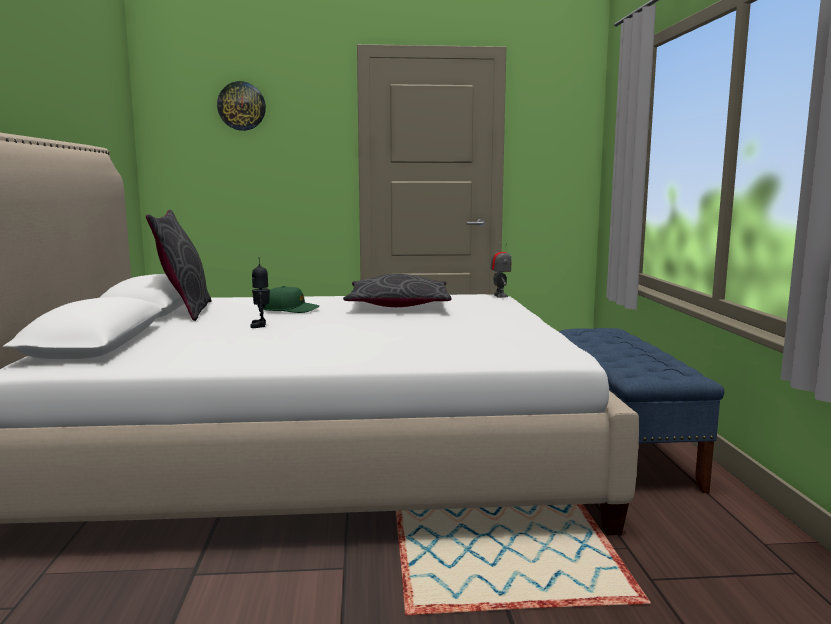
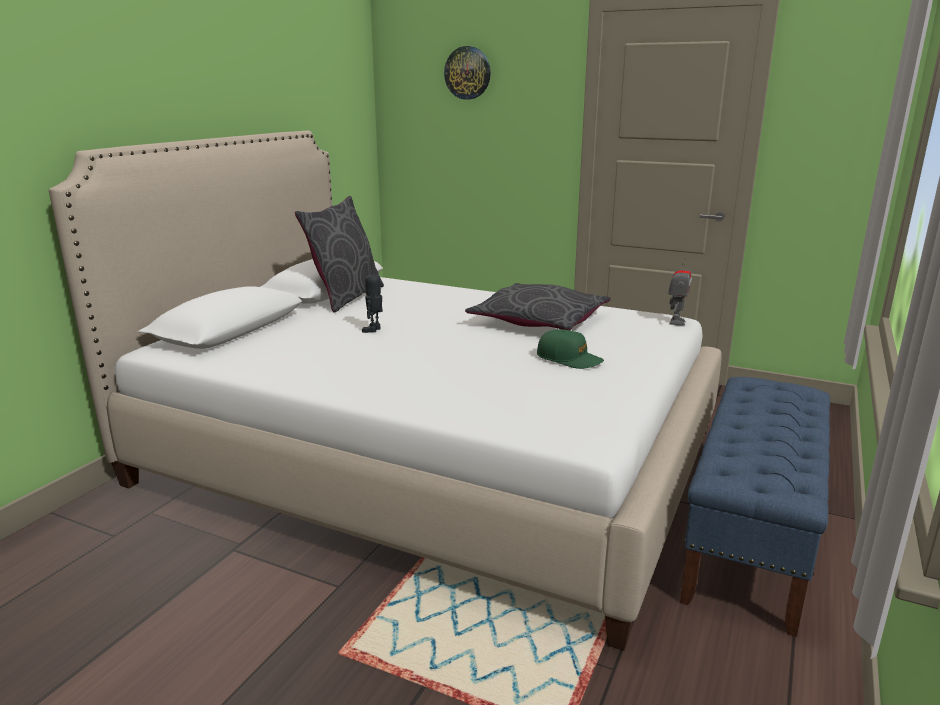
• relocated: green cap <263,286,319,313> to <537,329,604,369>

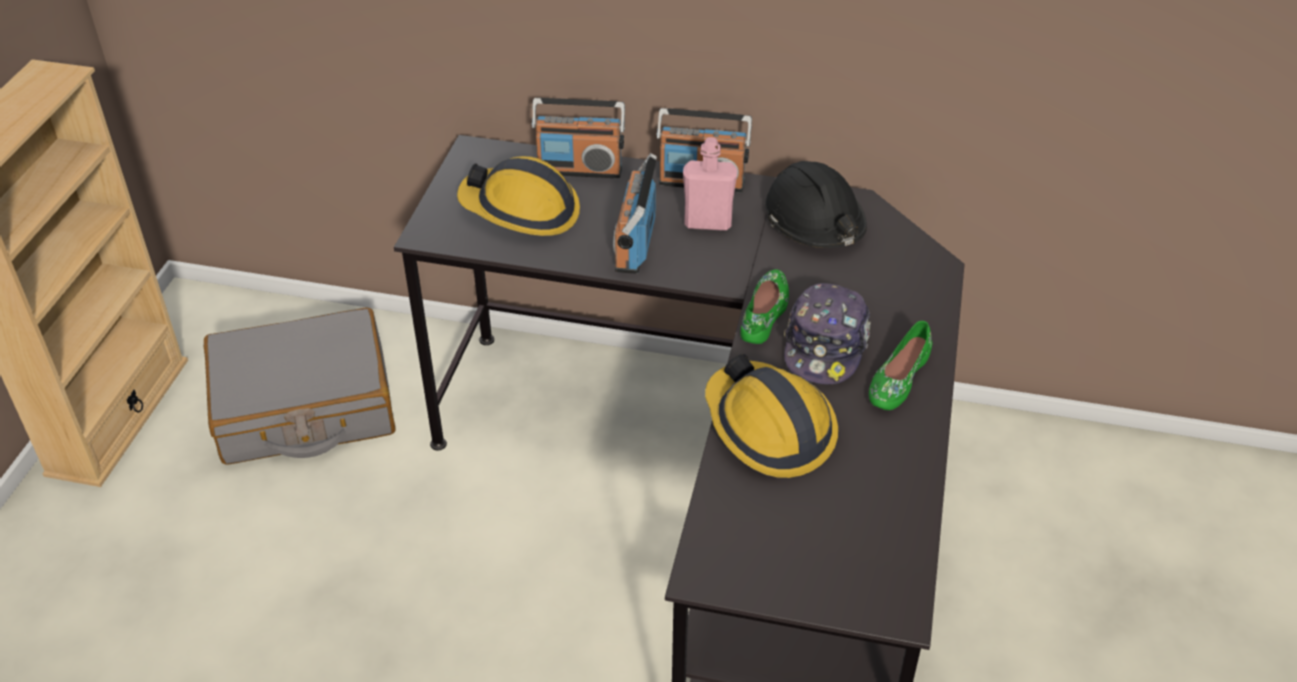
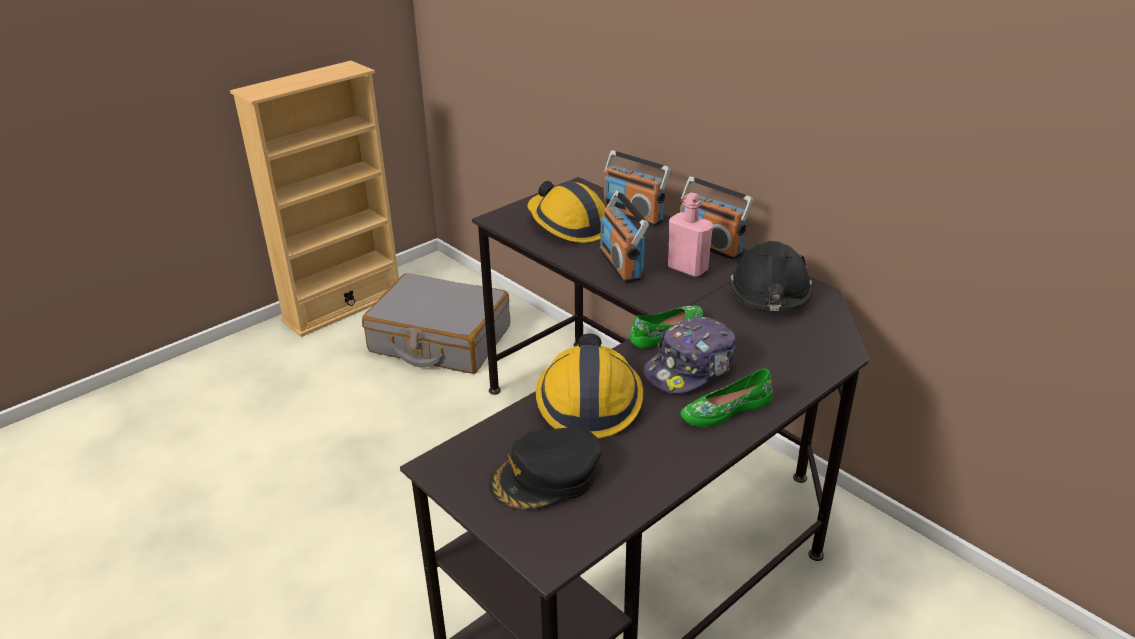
• appeared: black cap <489,427,602,511>
• spun: radio <613,153,657,274> = <600,190,649,283> 60 degrees counterclockwise

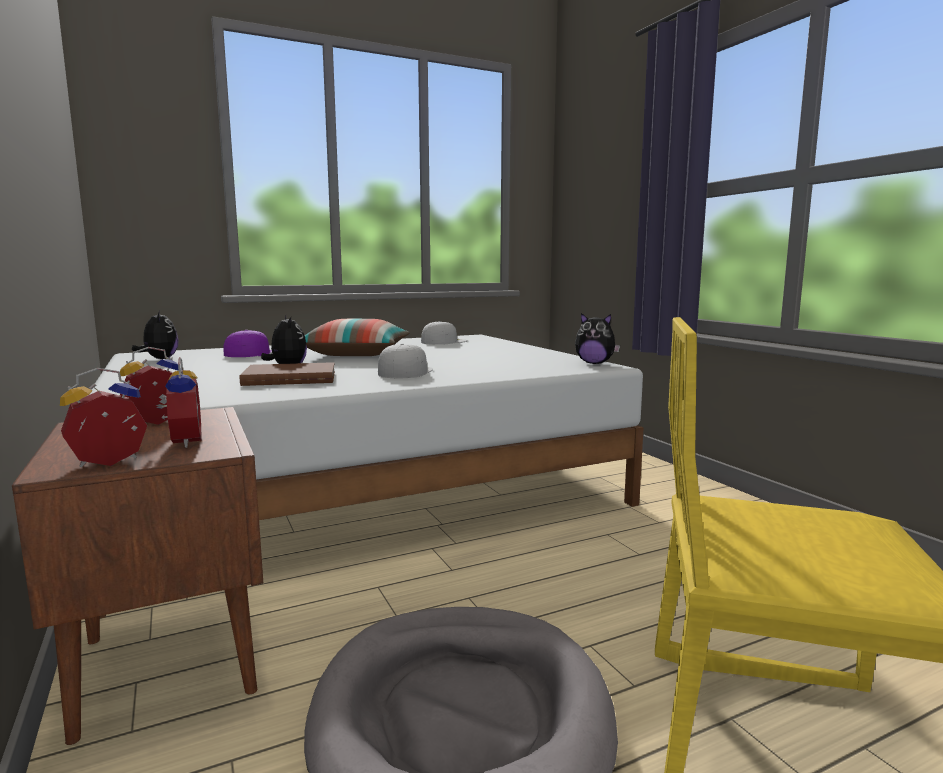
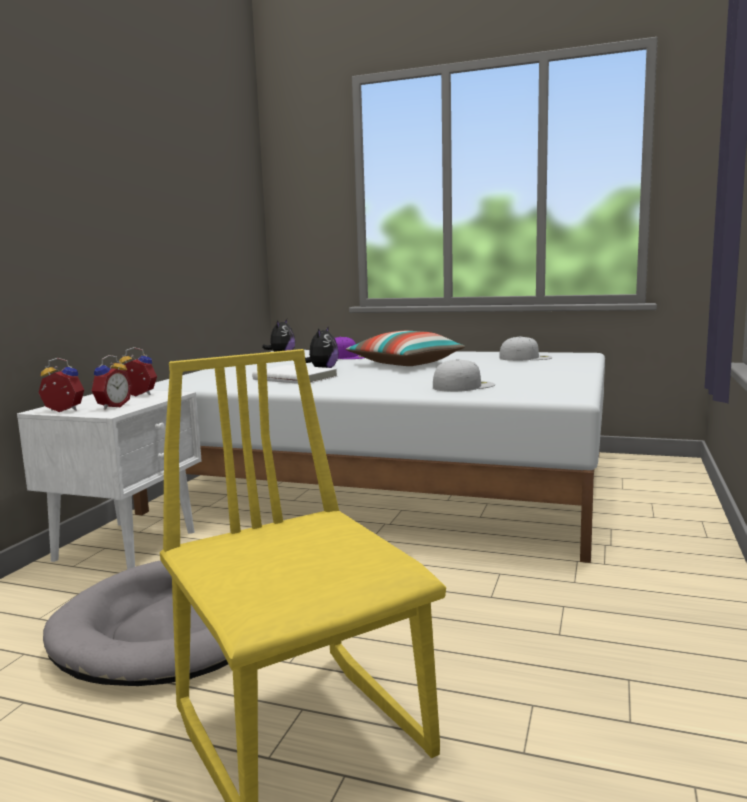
• colour: brown nightstand <12,407,263,745> to white nightstand <17,390,202,569>
• colour: brown book <240,362,335,386> to white book <252,365,337,384>
• relocated: white cap <378,344,433,378> to <433,359,495,392>
• missing: plush toy <575,313,620,364>

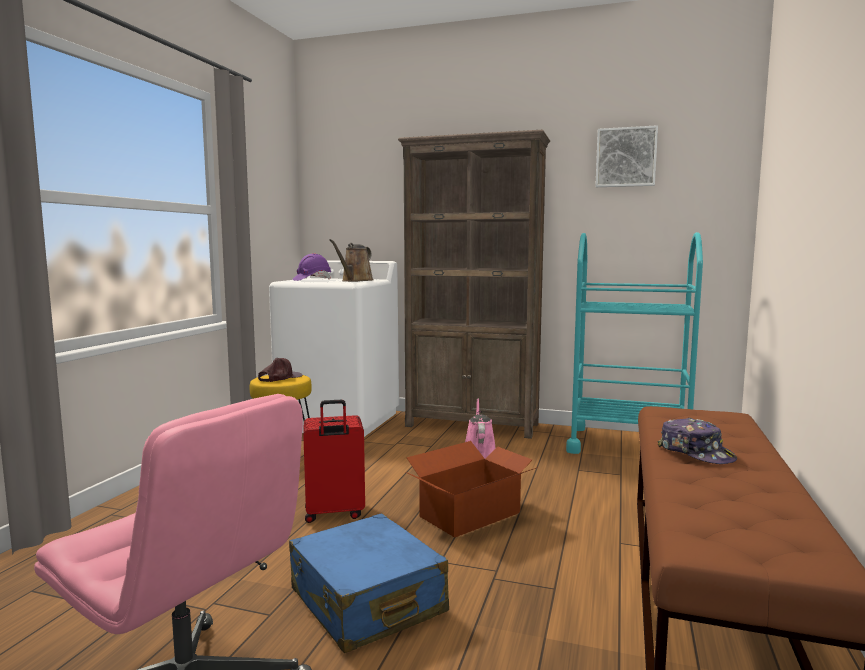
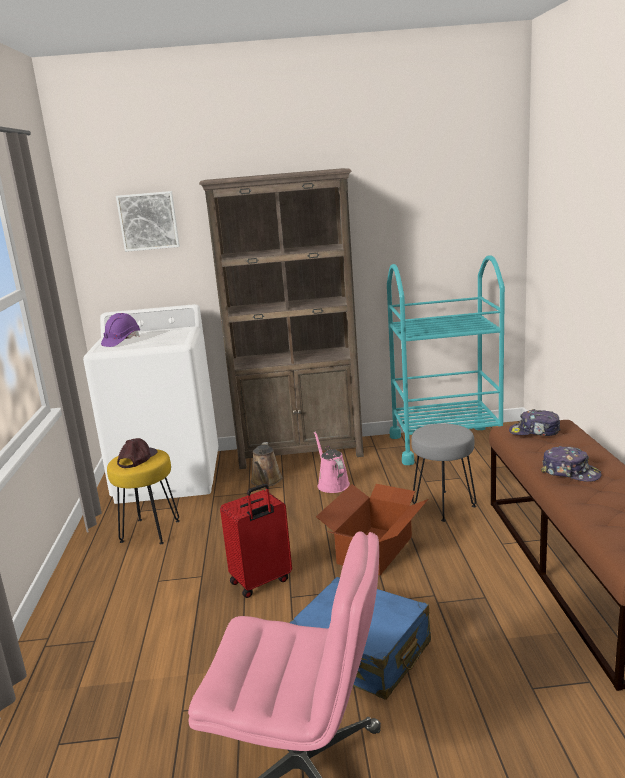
• relocated: picture <595,125,658,187> to <116,191,180,252>
• relocated: brown watering can <329,239,373,282> to <251,442,283,486>
• appeared: grey stool <411,423,476,522>
• appeared: cap <509,409,561,436>

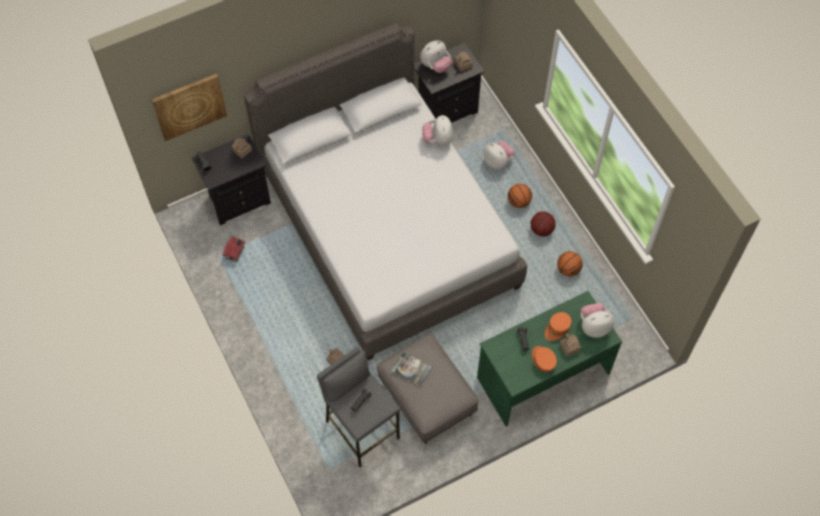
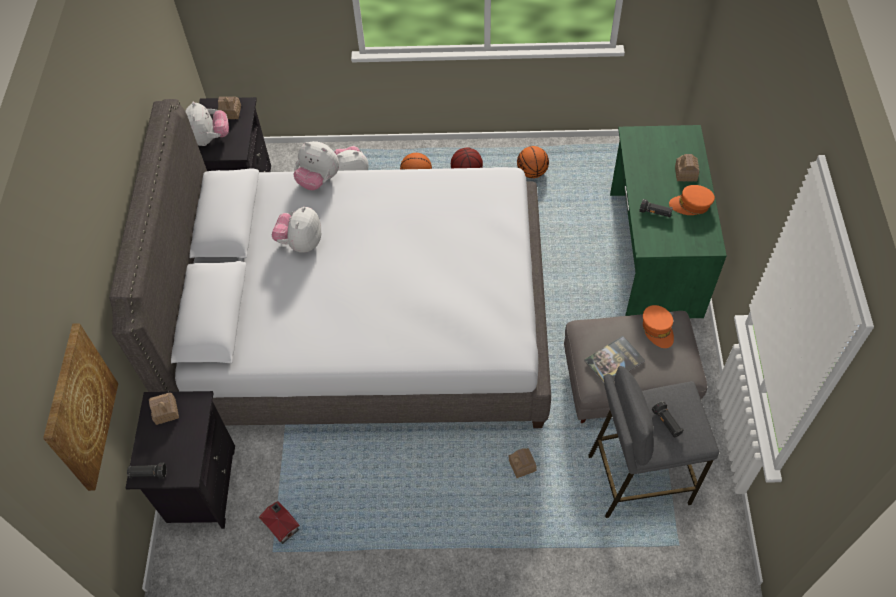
• relocated: plush toy <581,303,614,338> to <272,207,321,253>
• relocated: orange cap <545,312,572,341> to <643,305,674,348>

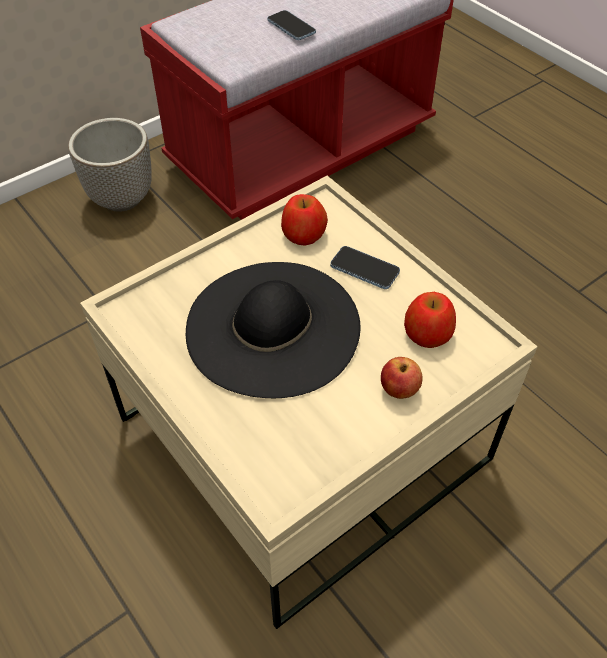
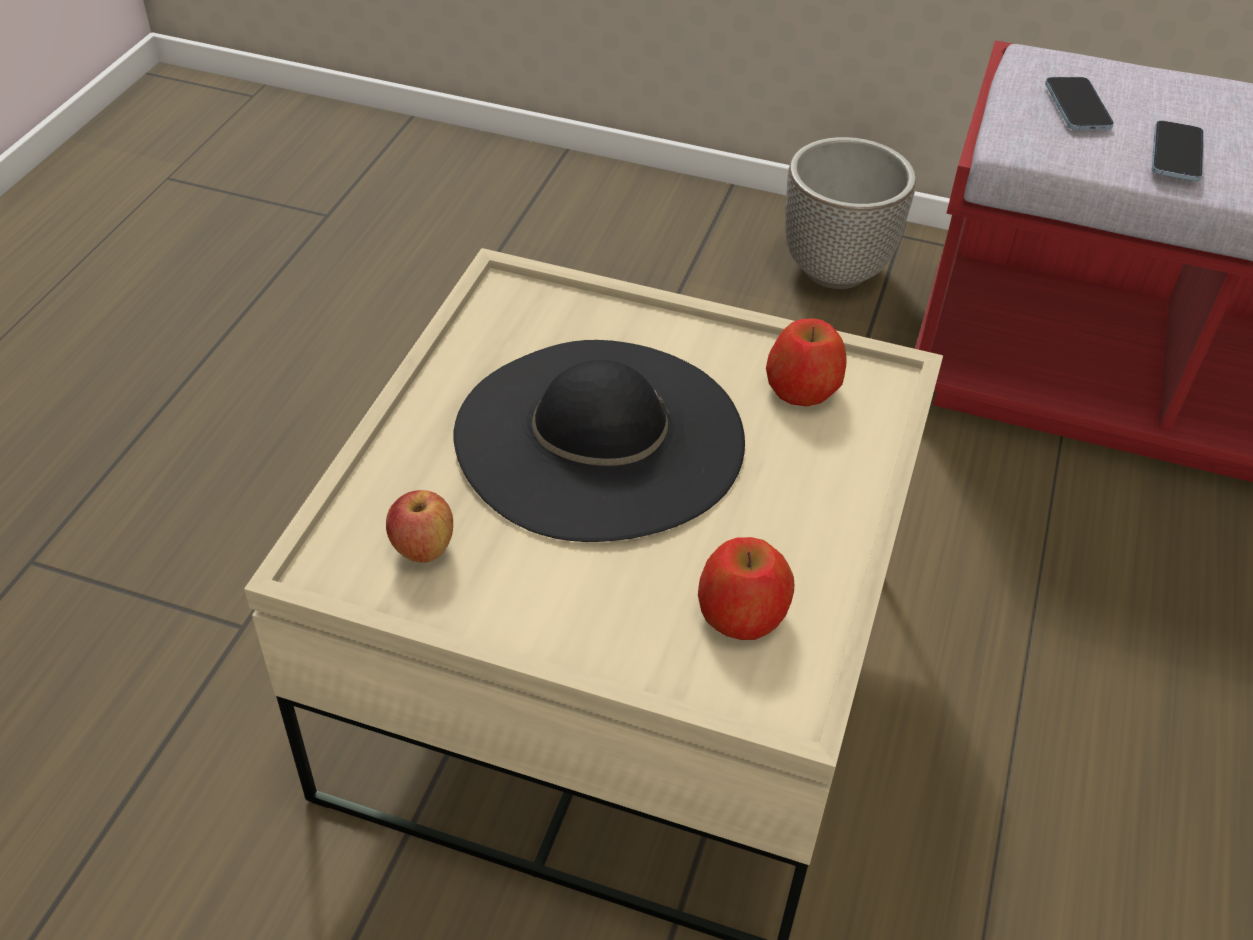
• relocated: apple <381,357,423,399> to <386,490,453,563>
• relocated: phone <330,246,400,289> to <1045,77,1114,130>

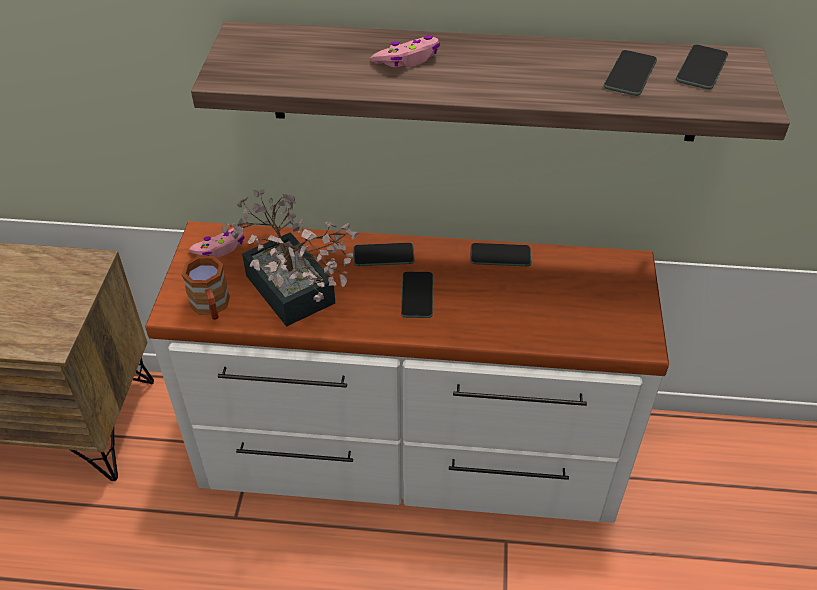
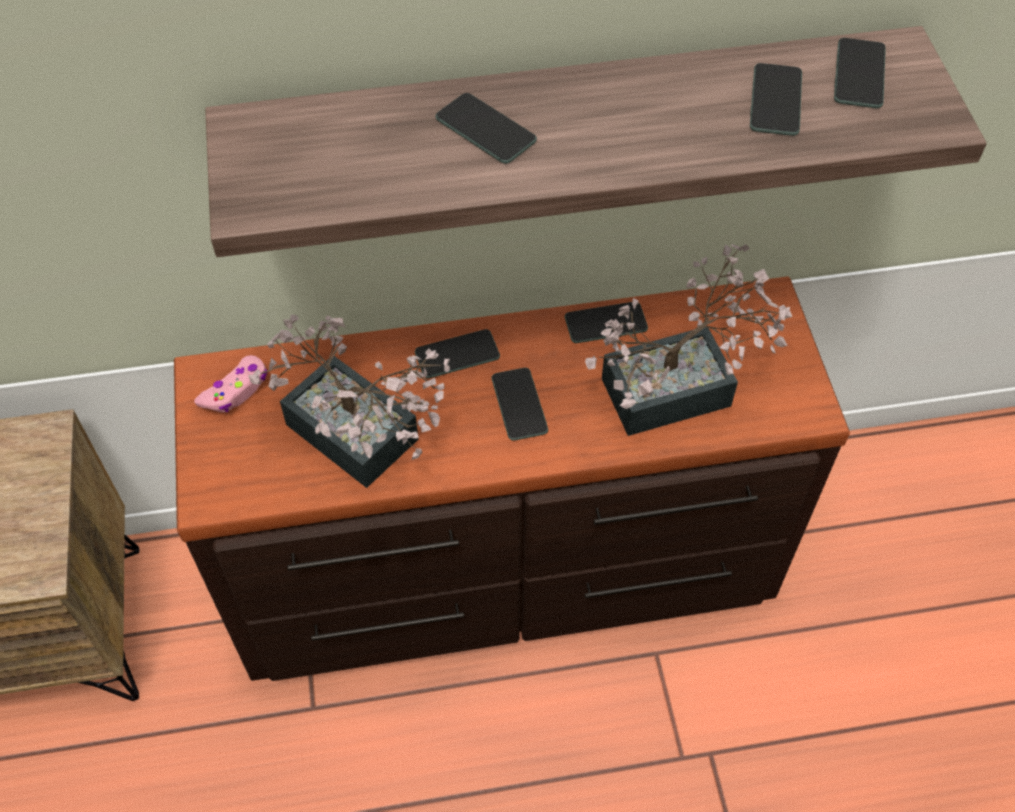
• colour: white dresser <145,221,669,523> to brown dresser <174,276,850,681>
• exchanged: pink game controller <370,35,440,67> to phone <435,93,537,164>
• appeared: potted plant <585,244,793,436>
• missing: brown mug <181,256,230,320>

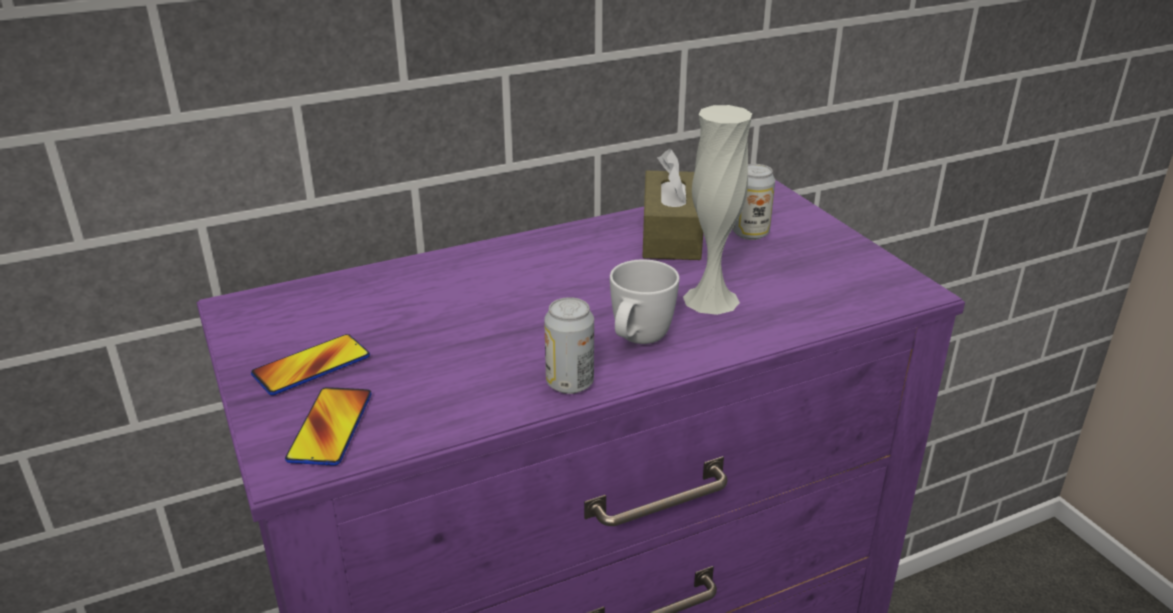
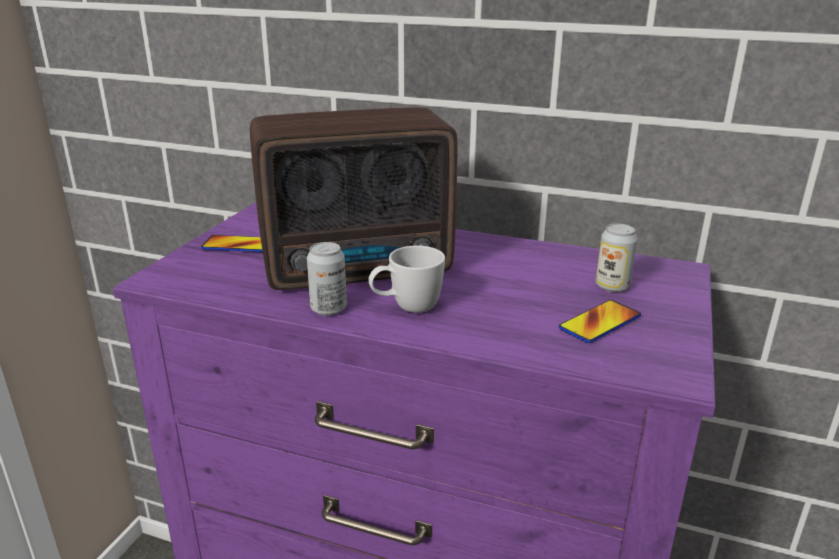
• appeared: radio <250,107,458,290>
• relocated: phone <285,387,372,466> to <559,300,641,343>
• missing: brown tissue box <642,149,703,260>
• missing: white vase <683,105,752,315>

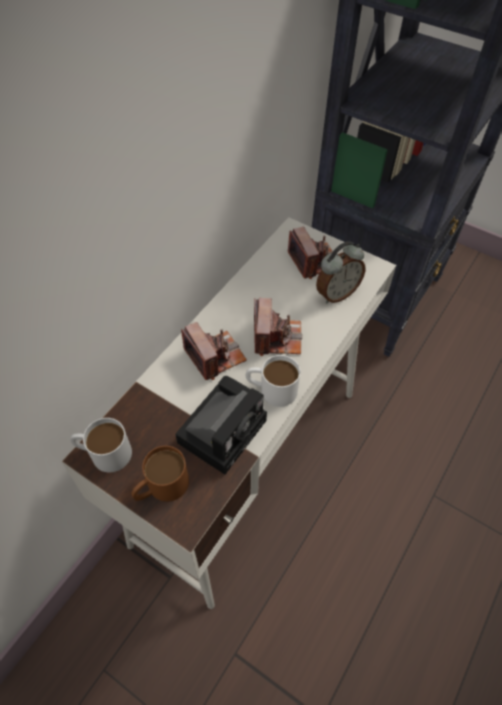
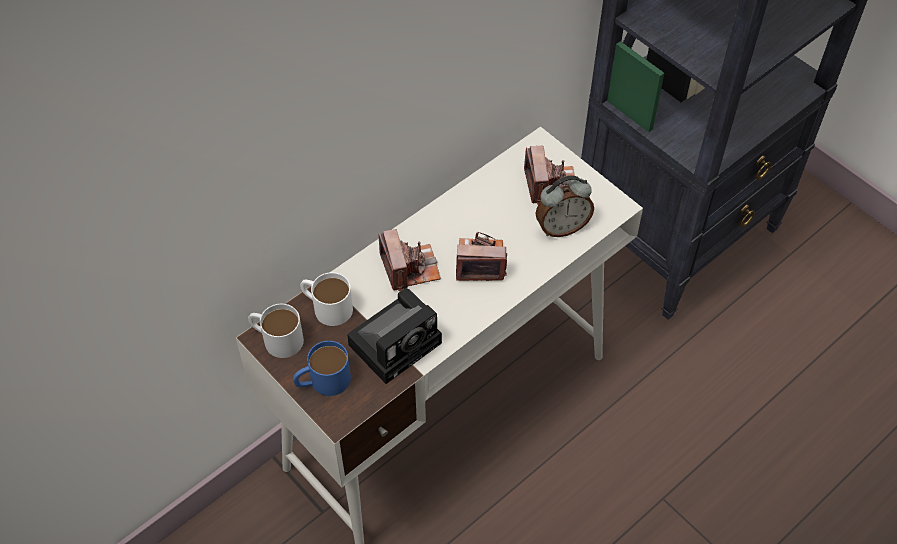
• colour: brown mug <131,446,189,502> to blue mug <293,341,351,396>
• relocated: white mug <246,355,300,407> to <300,272,353,326>
• spun: photo camera <254,298,302,356> = <456,232,507,281> 105 degrees counterclockwise

